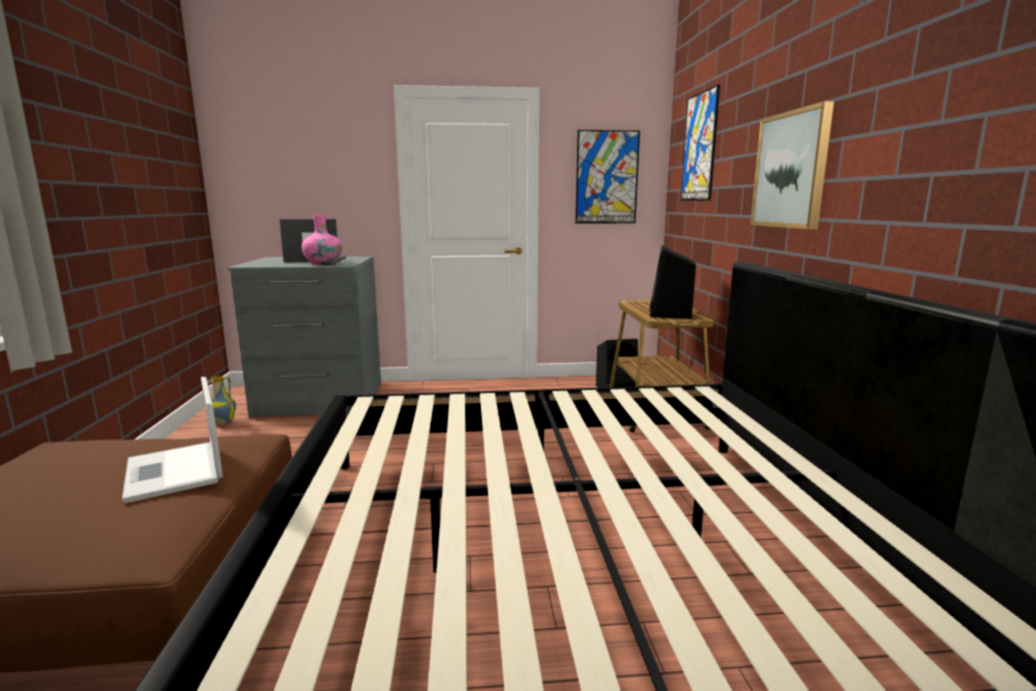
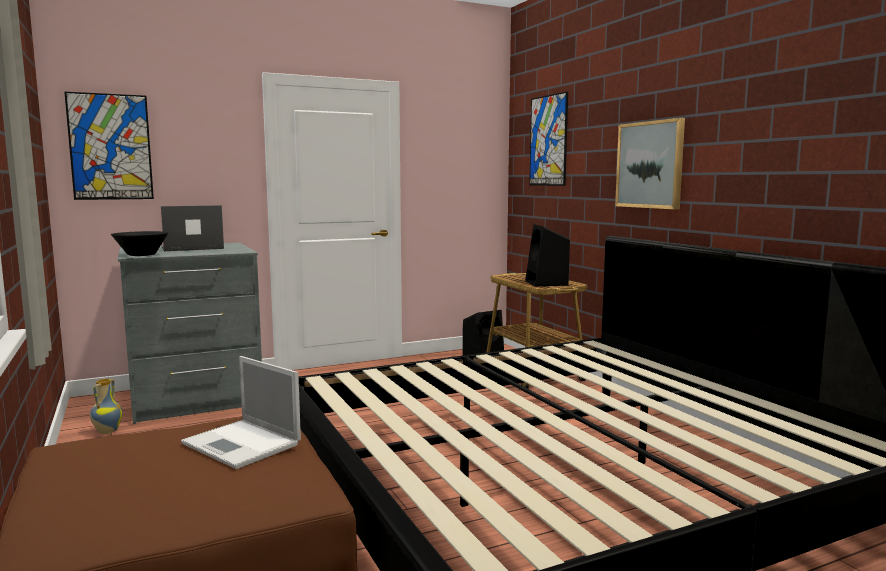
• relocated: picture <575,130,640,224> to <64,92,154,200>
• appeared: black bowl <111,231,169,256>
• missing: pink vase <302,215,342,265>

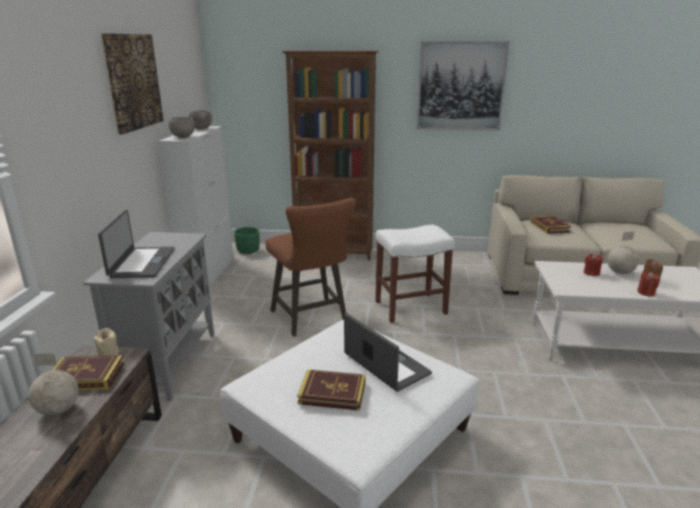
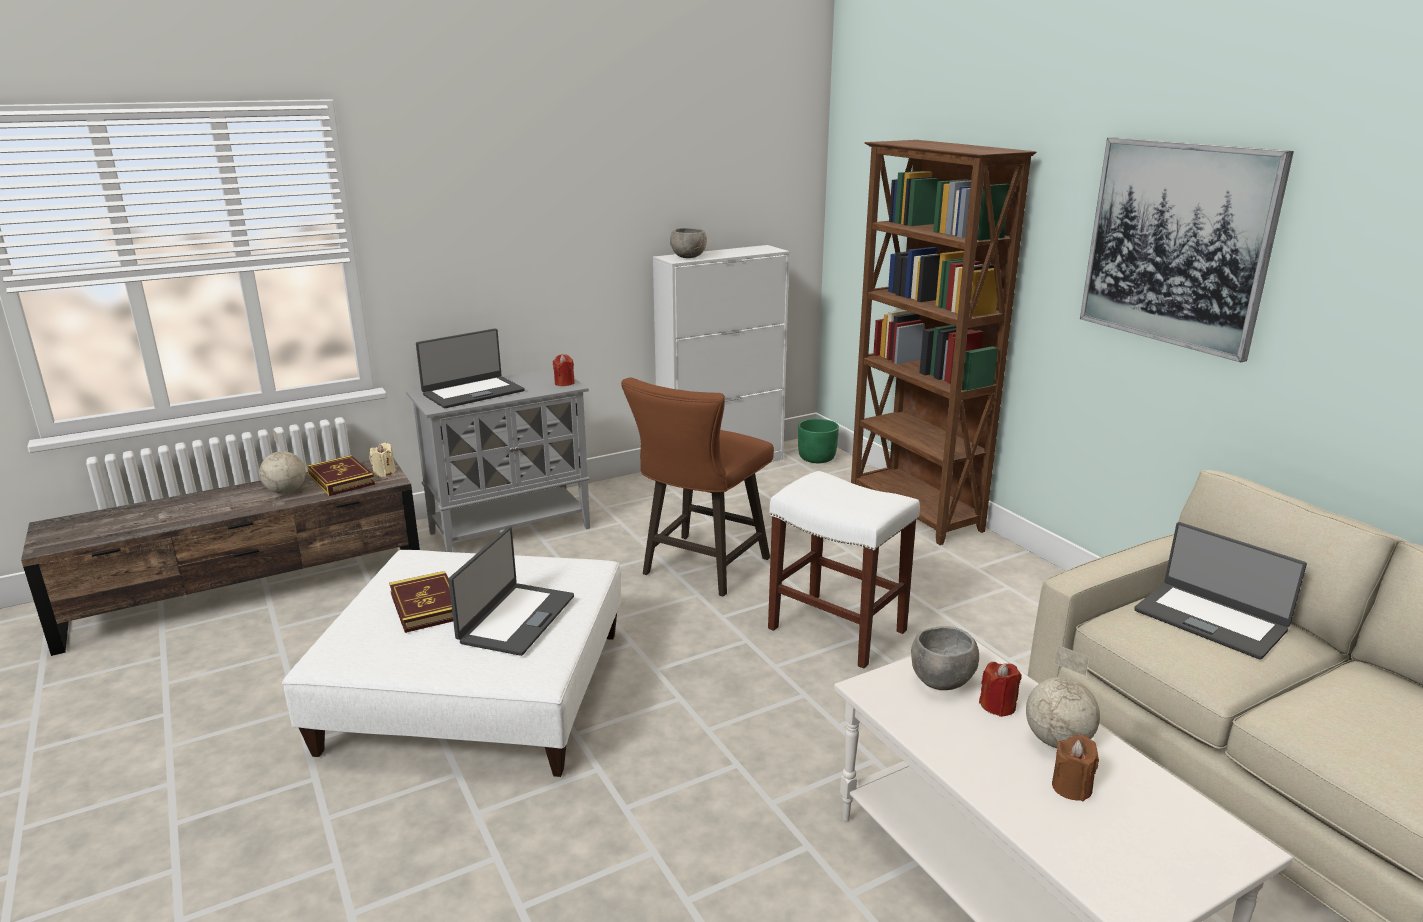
• relocated: red candle <637,271,659,296> to <552,354,575,386>
• relocated: grey bowl <188,110,212,129> to <911,626,979,690>
• exchanged: book <530,216,571,234> to laptop <1134,522,1307,660>
• missing: picture <101,33,164,134>

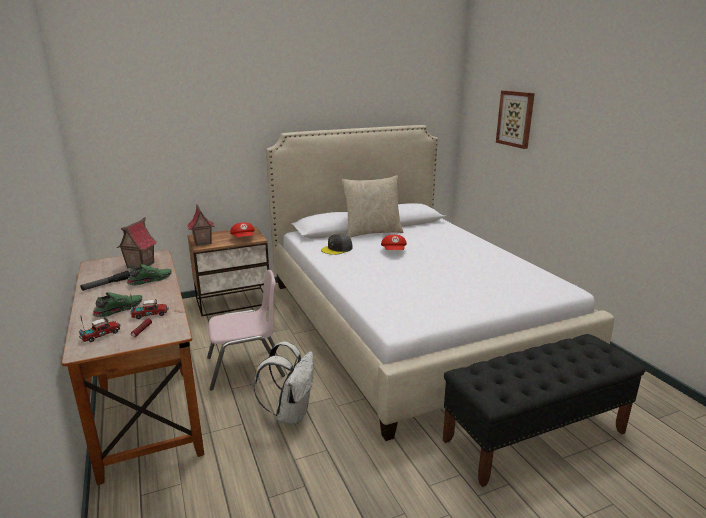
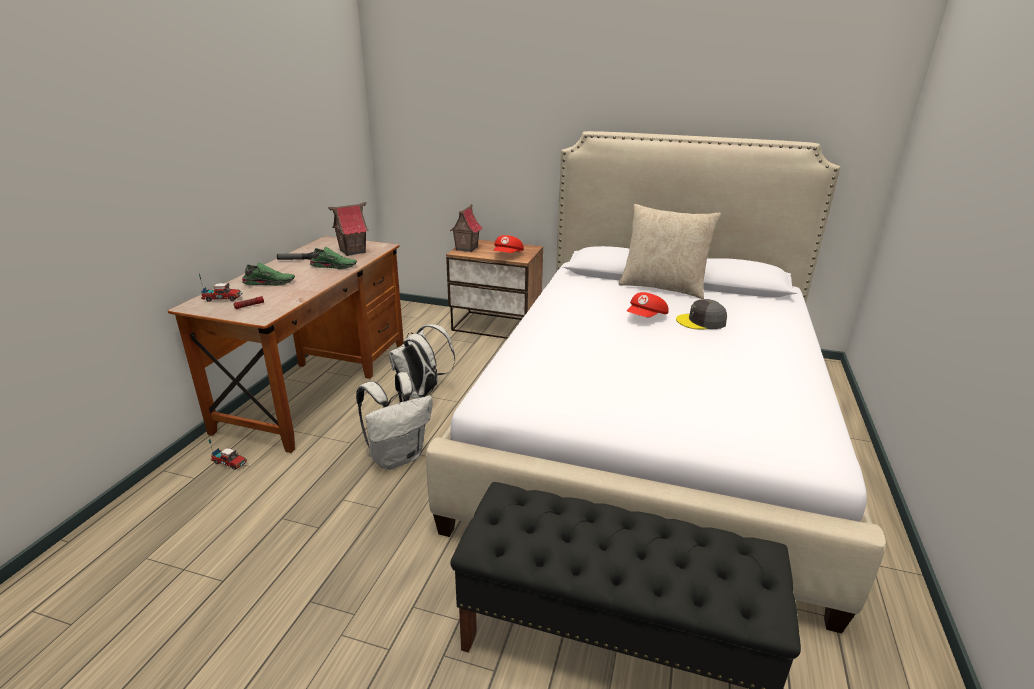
• relocated: toy truck <130,293,169,319> to <209,439,247,470>
• exchanged: pink chair <207,270,285,391> to white backpack <389,324,455,399>
• relocated: grey cap <321,234,353,255> to <676,299,727,329>
• missing: picture <496,90,535,149>

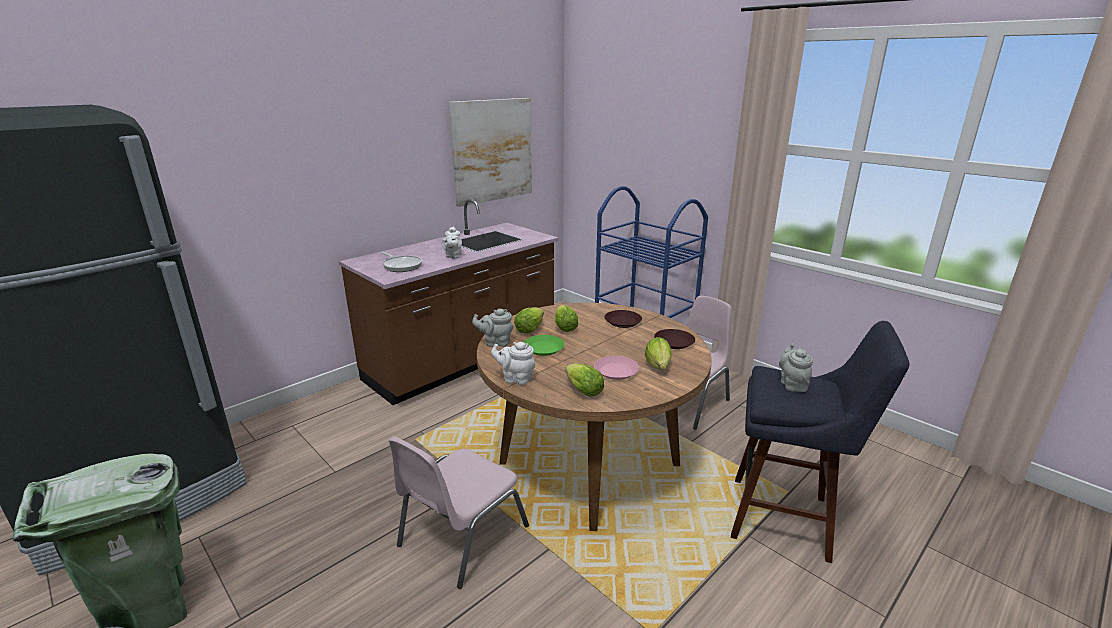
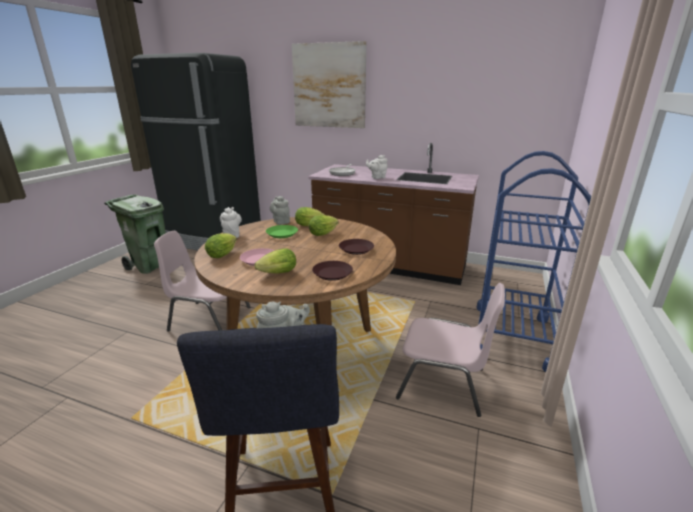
• relocated: picture <449,98,532,207> to <292,41,366,128>

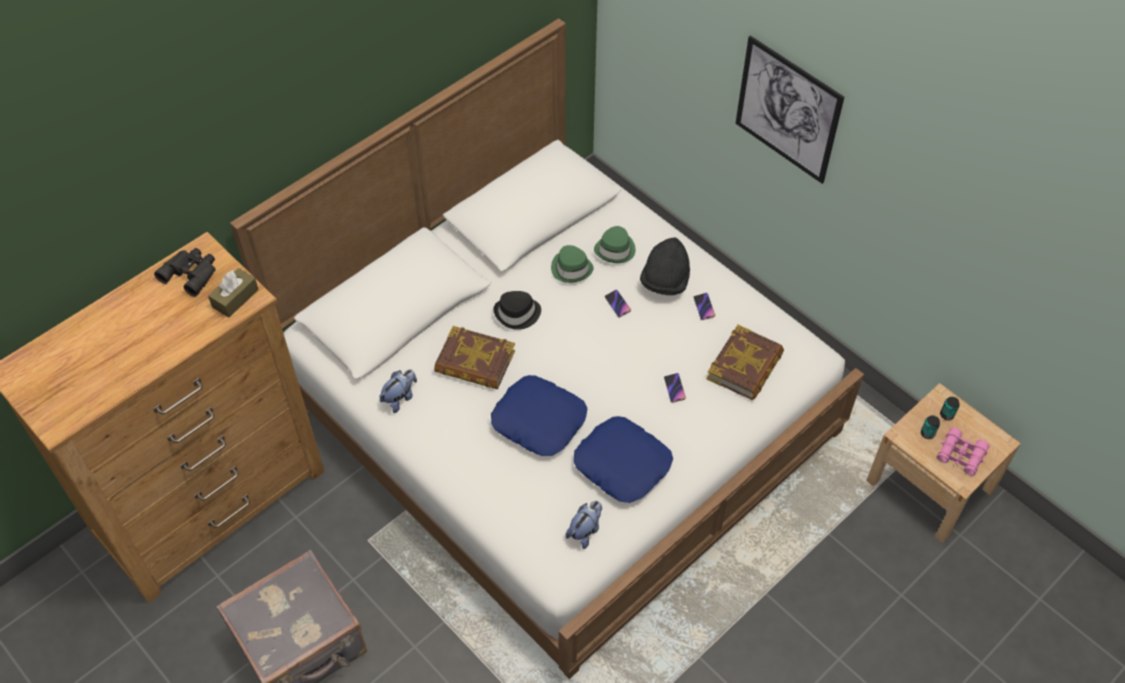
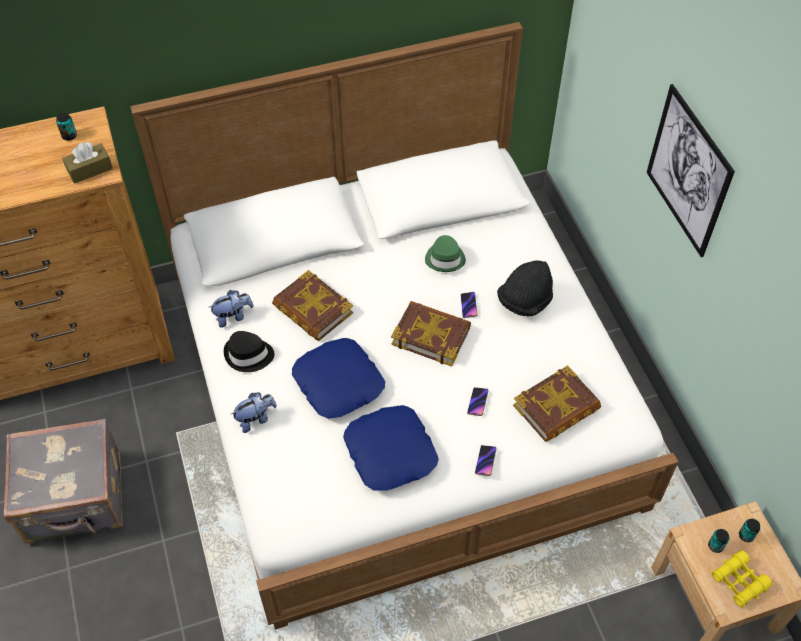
• exchanged: black binoculars <154,248,216,297> to can <56,113,77,141>
• relocated: black hat <493,291,541,330> to <224,331,275,372>
• relocated: plush toy <566,501,602,549> to <231,393,277,433>
• appeared: book <391,301,471,367>
• relocated: phone <694,293,715,320> to <475,445,497,476>
• colour: pink binoculars <937,427,989,475> to yellow binoculars <712,550,772,607>
• missing: green hat <594,226,635,263>

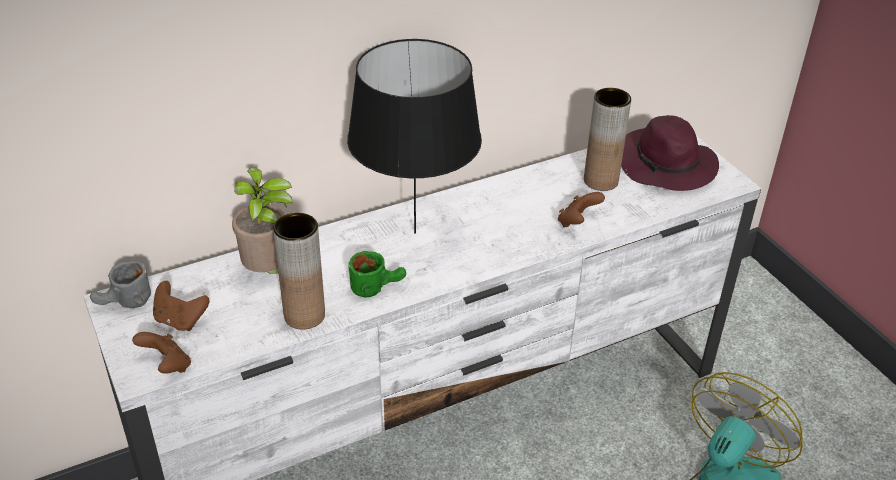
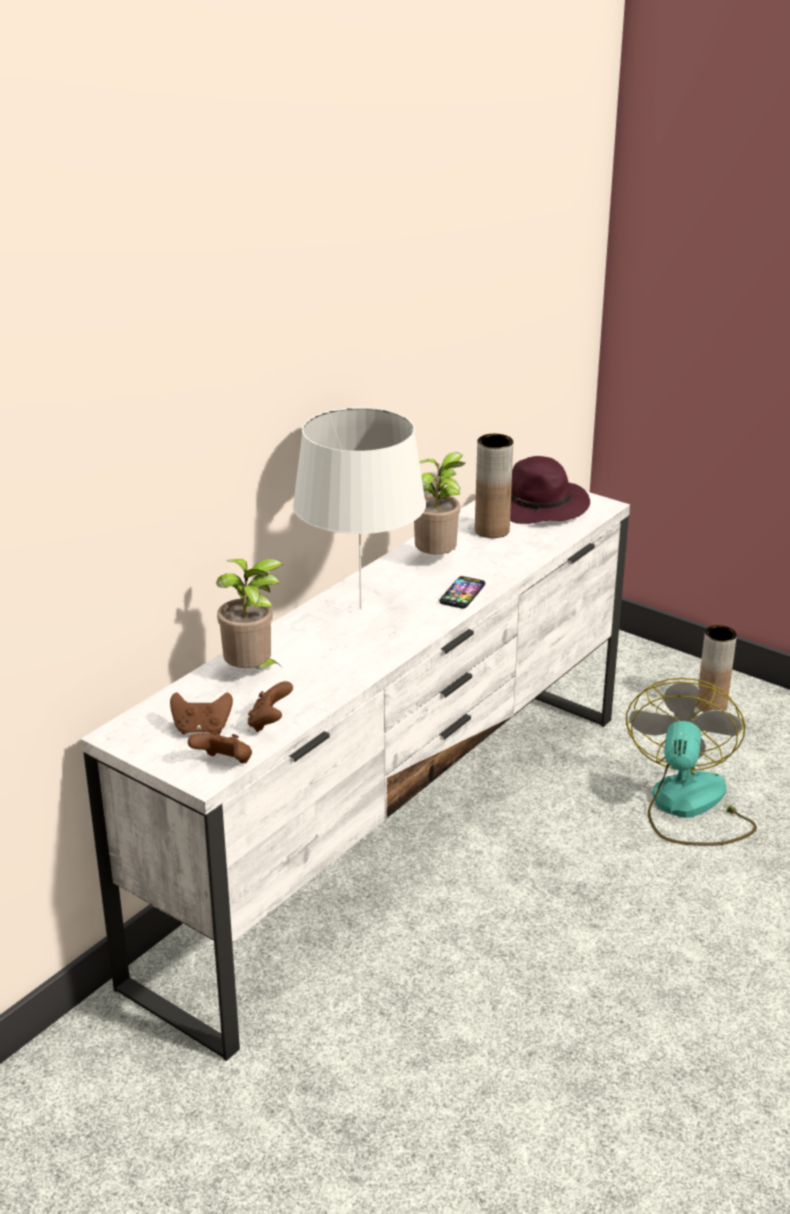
• relocated: brown game controller <558,192,605,227> to <248,681,293,732>
• colour: black table lamp <347,39,482,234> to white table lamp <292,407,426,610>
• appeared: potted plant <414,453,465,554>
• appeared: phone <440,576,485,609>
• relocated: brown vase <273,213,325,329> to <696,625,737,712>
• missing: grey mug <90,261,151,308>
• missing: green mug <349,251,406,297>

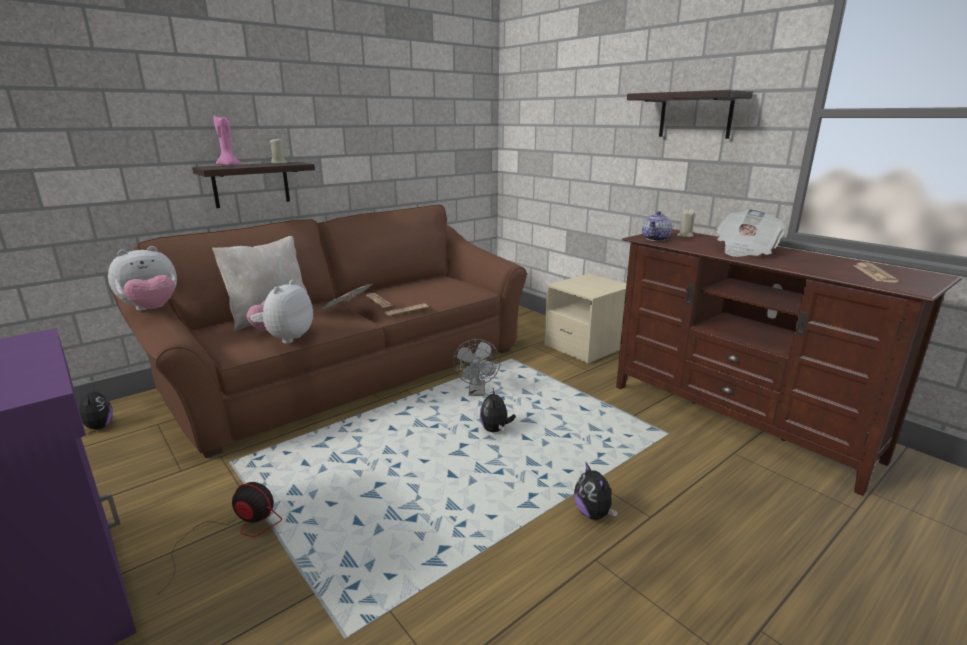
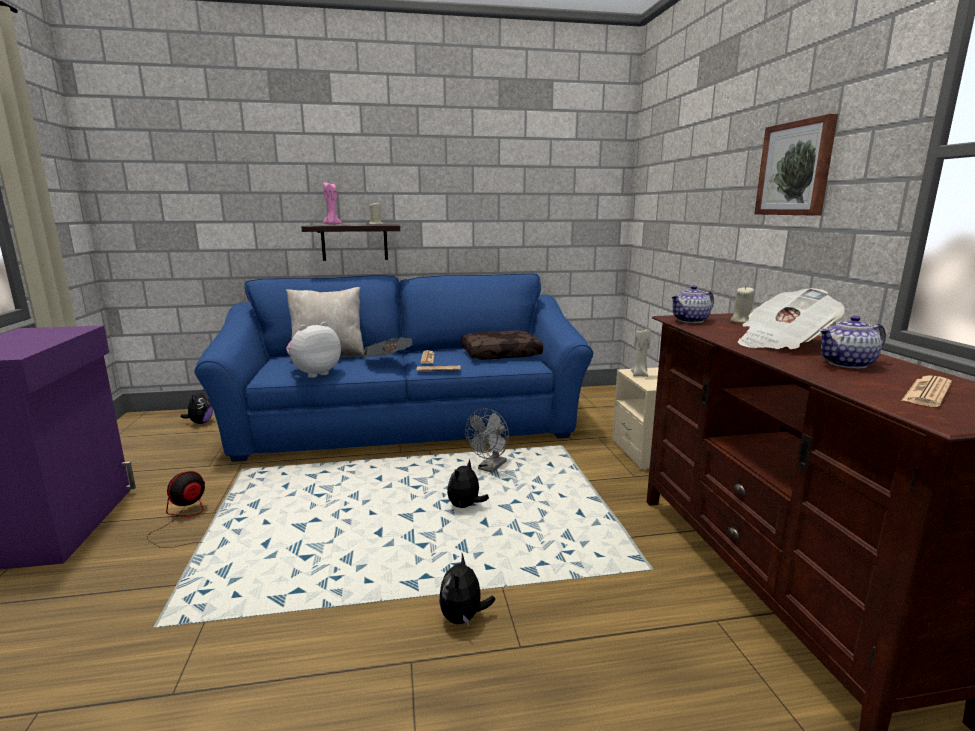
• spun: fan <160,482,282,593> = <147,471,205,548> 105 degrees counterclockwise
• colour: brown sofa <110,204,527,458> to blue sofa <194,273,593,462>
• appeared: brown pillow <461,330,543,360>
• appeared: beige candle <631,329,651,377>
• exchanged: shelf <627,90,753,139> to picture <754,114,838,215>
• appeared: teapot <819,316,886,369>
• missing: plush toy <108,246,177,311>

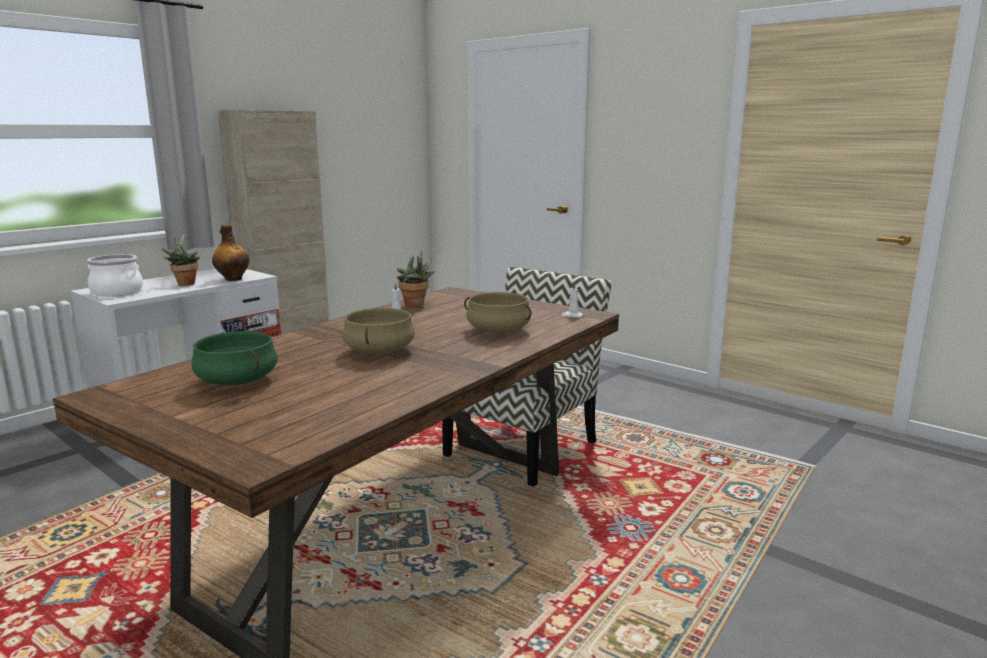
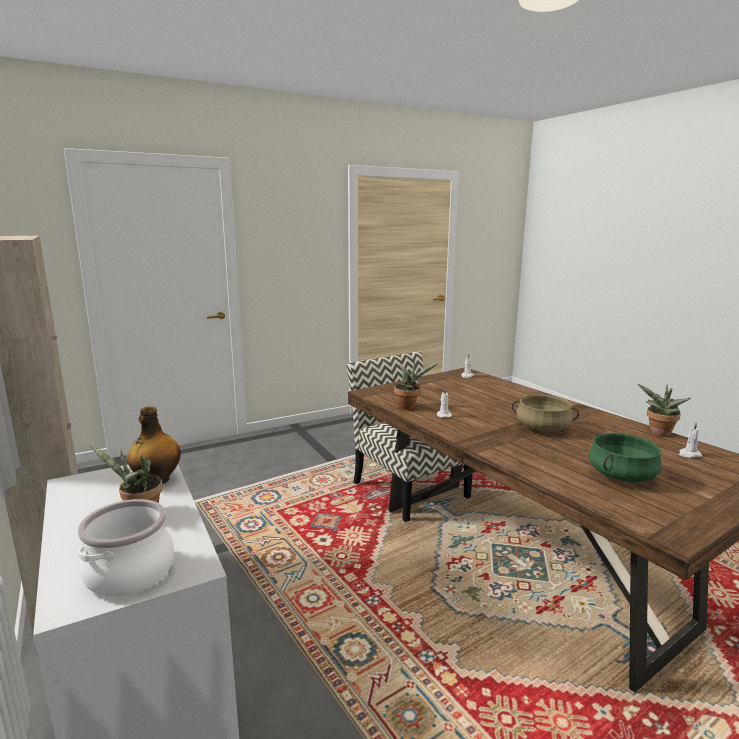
• appeared: potted plant <638,384,691,437>
• appeared: white candle <679,422,702,458>
• missing: beige cooking pot <464,292,532,333>

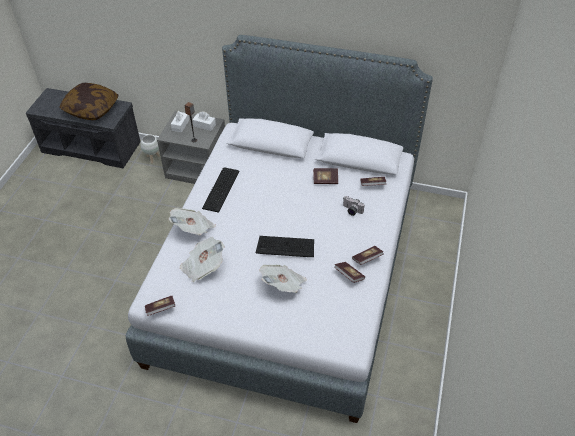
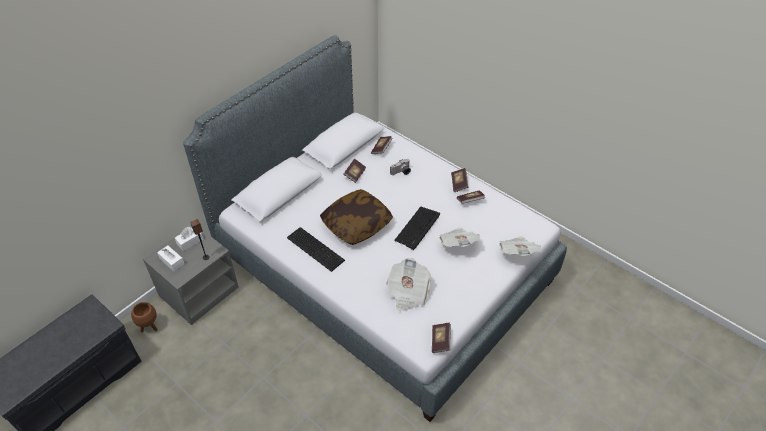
• colour: white planter <140,135,160,163> to brown planter <131,302,158,332>
• relocated: pillow <59,83,118,120> to <320,189,393,245>
• relocated: newspaper <168,208,216,235> to <499,237,541,256>

